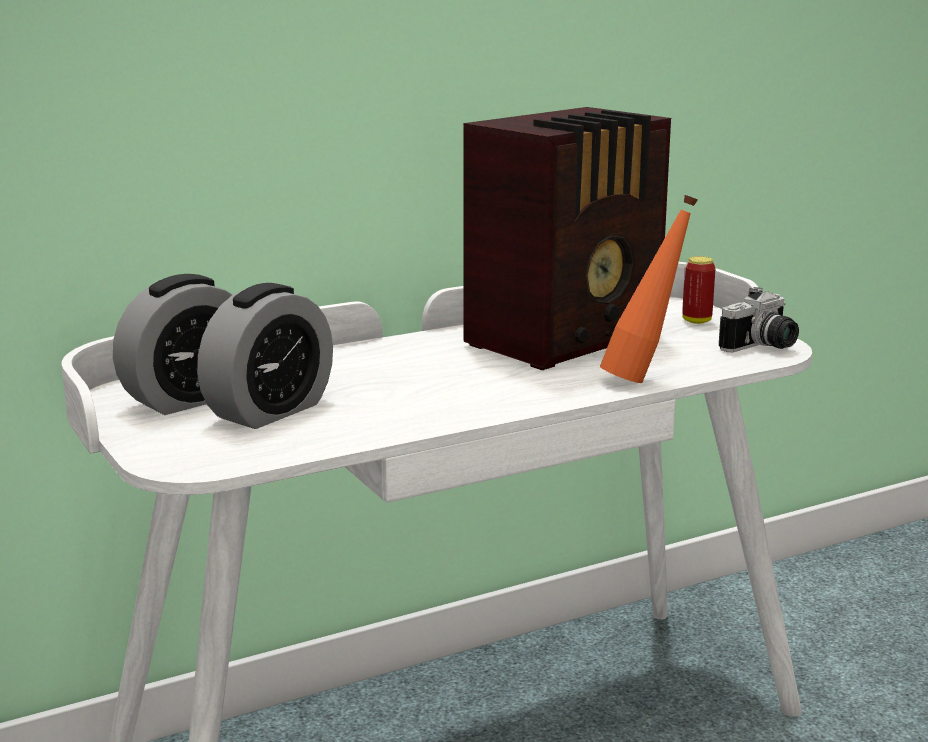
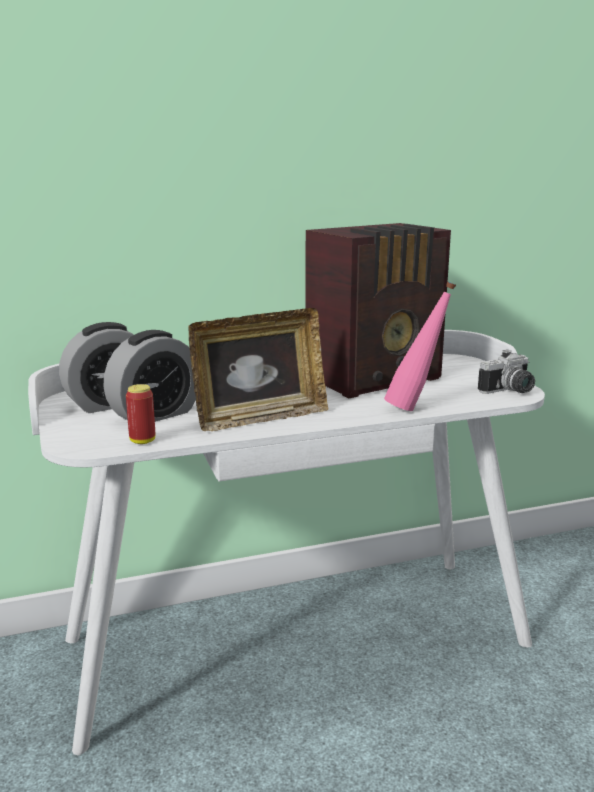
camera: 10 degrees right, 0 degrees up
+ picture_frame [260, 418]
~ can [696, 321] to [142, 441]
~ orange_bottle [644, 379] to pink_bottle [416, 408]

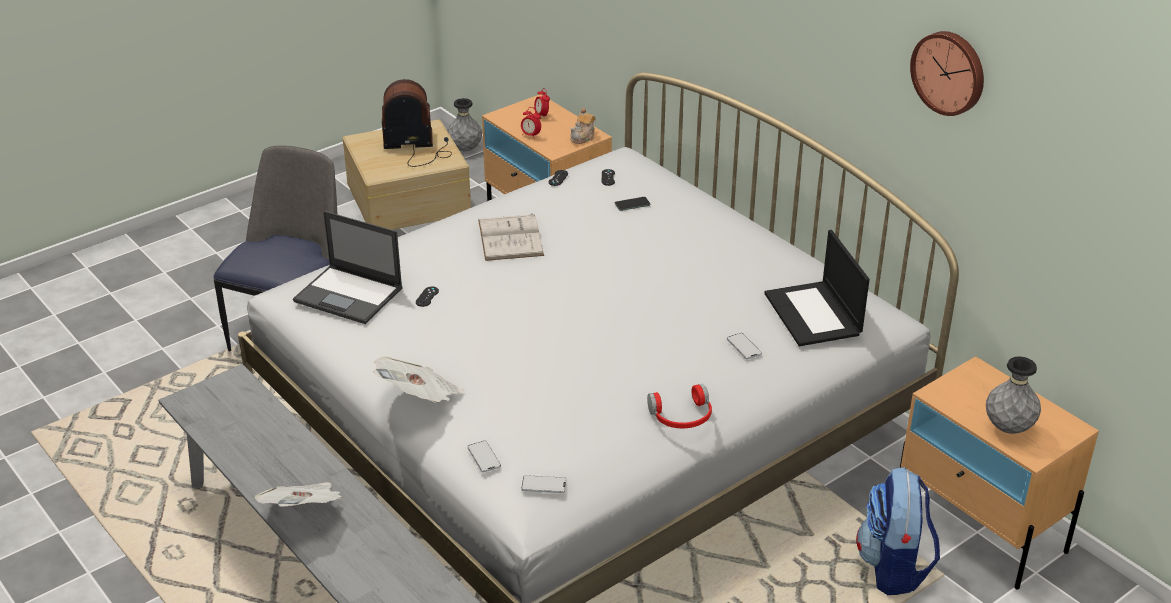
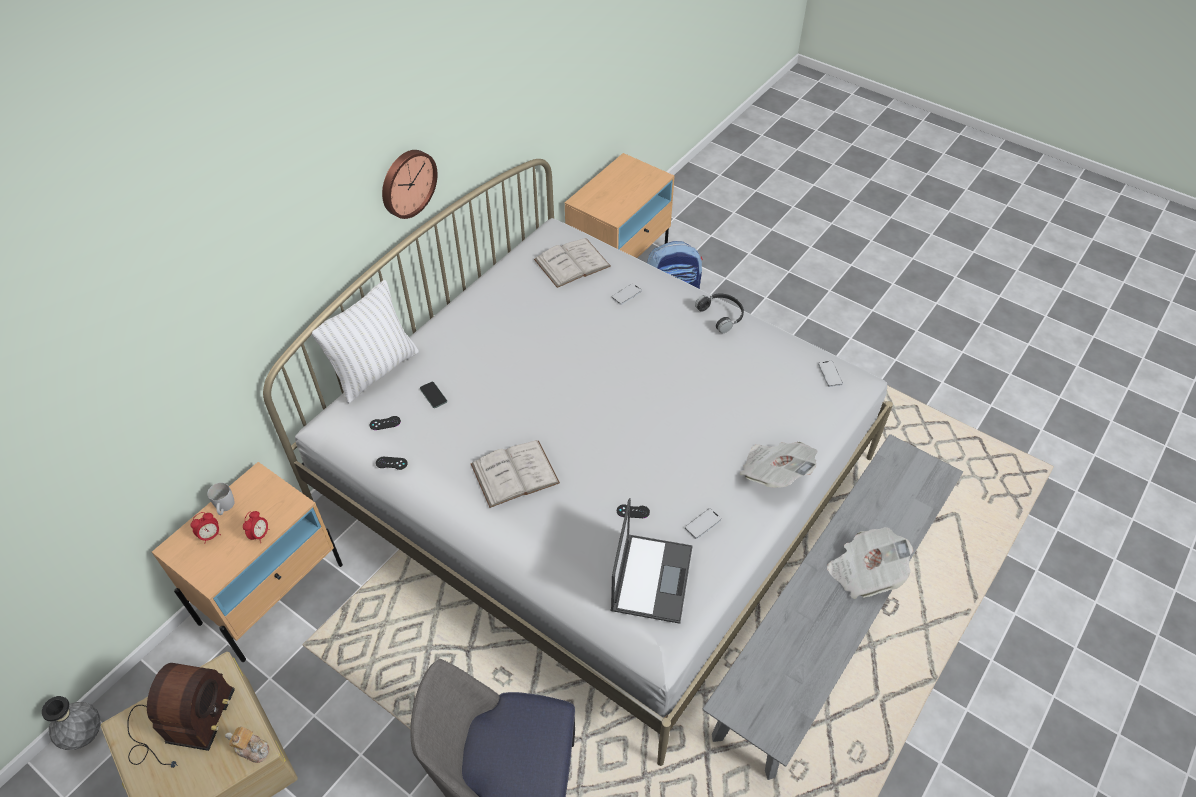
camera: 105 degrees left, 15 degrees up
- grey_vase [1008, 428]
+ white_mug [224, 507]
+ white_pillow [375, 371]
~ phone [484, 457] to [703, 524]
~ teapot [583, 137] to [252, 748]
~ wall_clock [949, 72] to [407, 183]
~ laptop [814, 314] to white_book [572, 263]
~ red_headphones [682, 417] to black_headphones [722, 315]
~ radio [417, 146] = [181, 725] 150 degrees counterclockwise

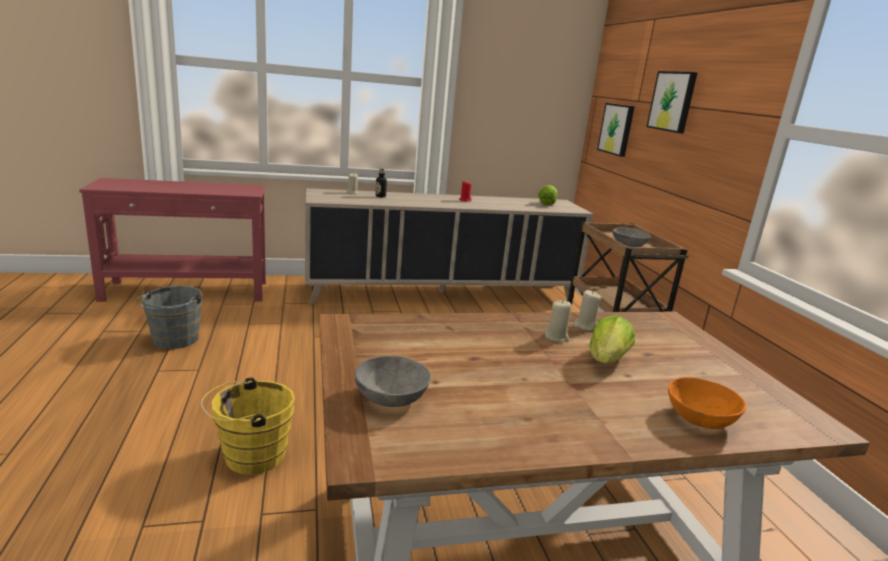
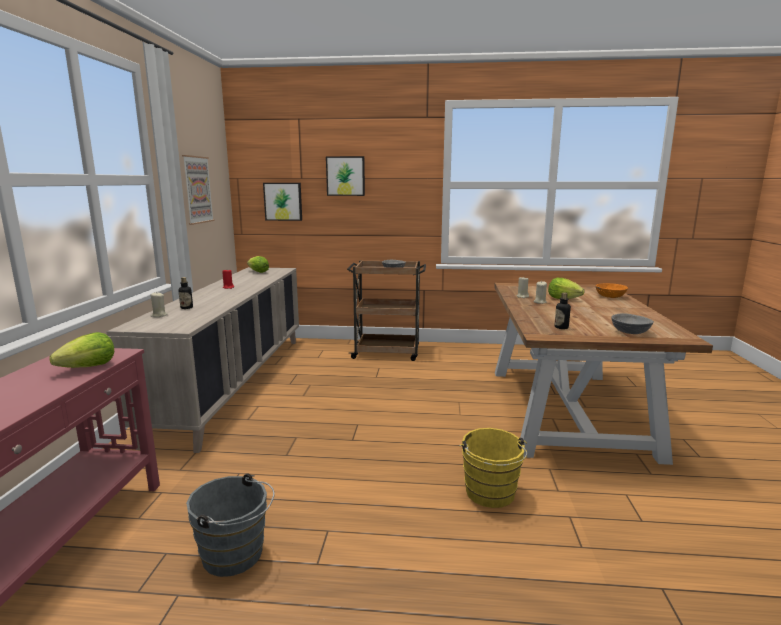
camera: 70 degrees left, 5 degrees down
+ lettuce [89, 367]
+ picture [197, 190]
+ bottle [561, 327]

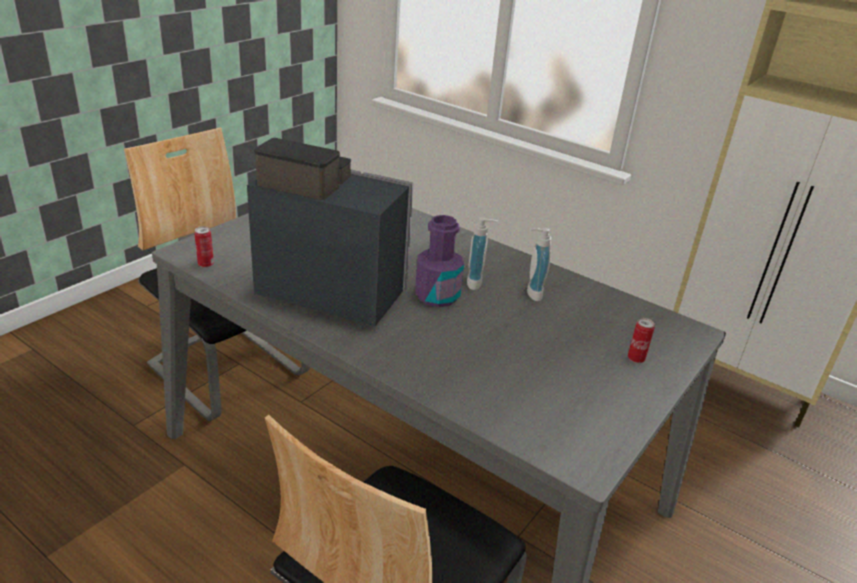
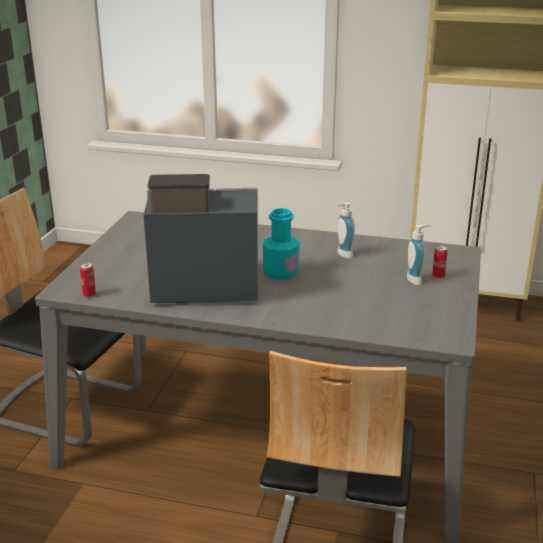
camera: 20 degrees left, 5 degrees down
~ soap_dispenser [477, 283] to [416, 279]
~ purple_bottle [437, 296] to turquoise_bottle [280, 272]

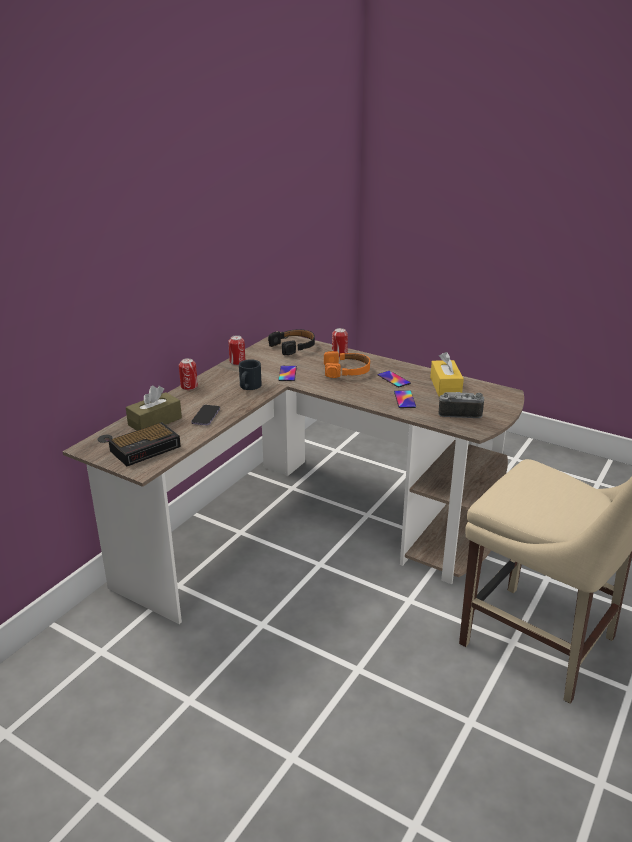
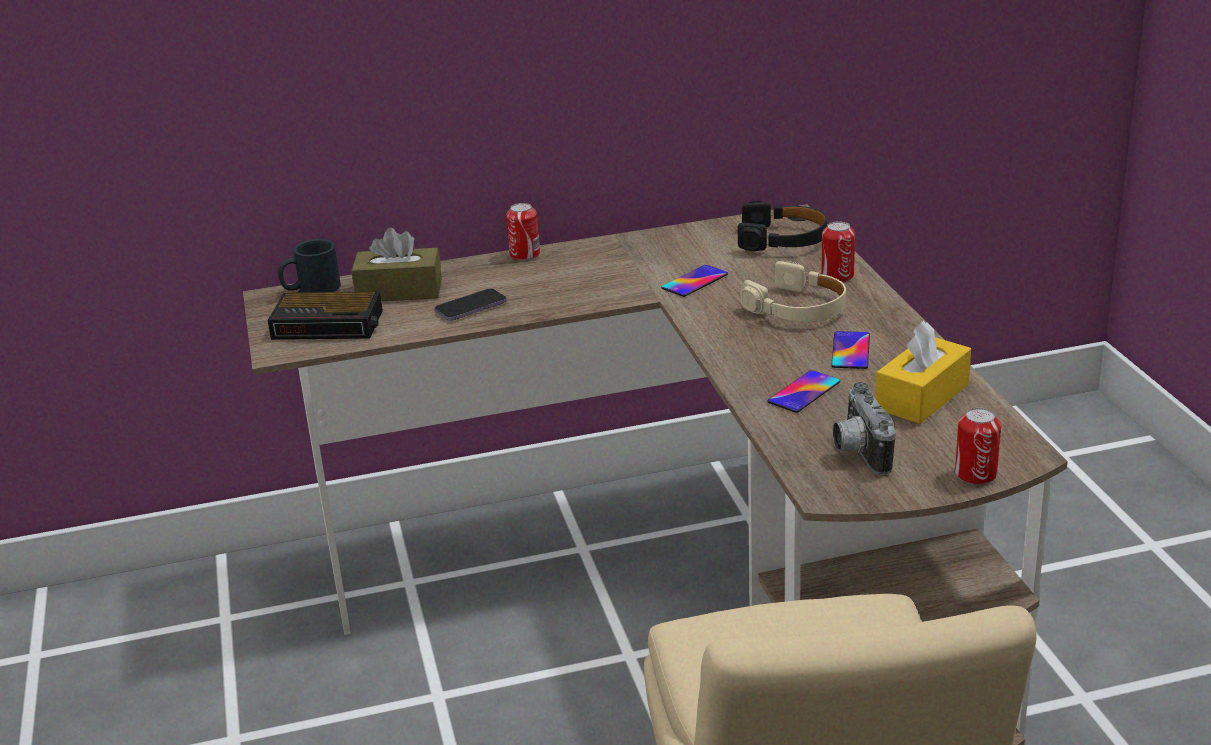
camera: 45 degrees right, 0 degrees up
~ can [237, 362] to [975, 474]
~ black_mug [248, 387] to [311, 290]
~ orange_headphones [347, 370] to beige_headphones [798, 308]
~ photo_camera [459, 413] = [857, 452] 150 degrees counterclockwise

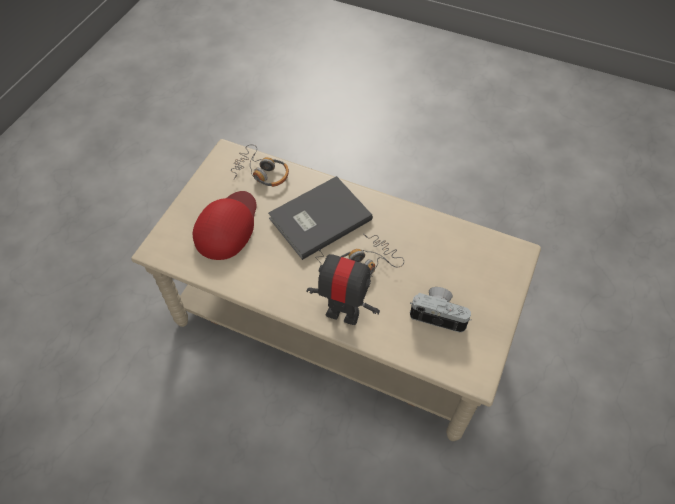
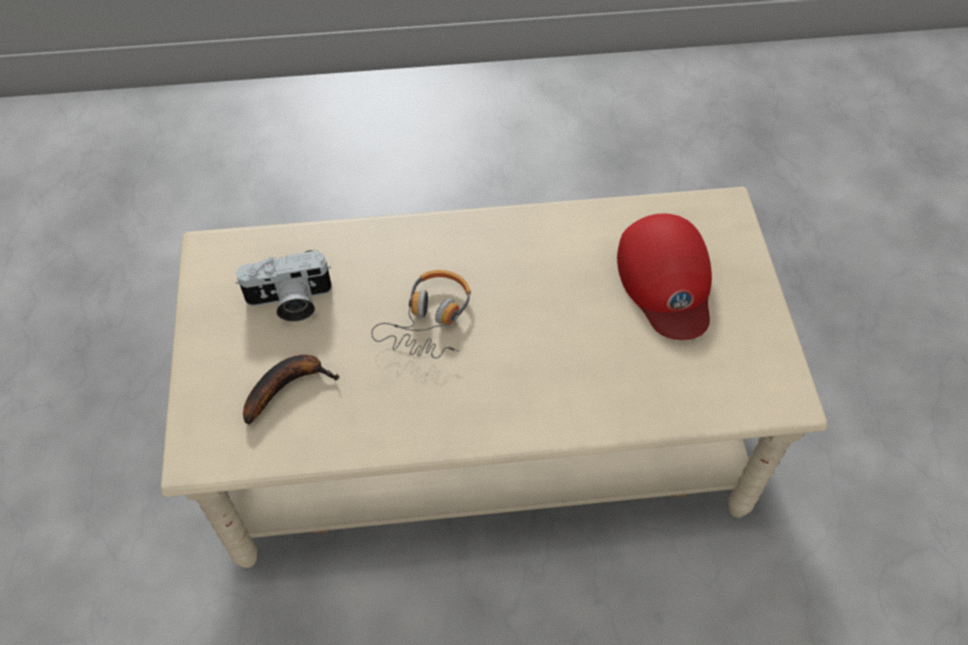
camera: 150 degrees right, 0 degrees up
- headphones [261, 172]
- grey_book [317, 218]
- toy_robot [343, 313]
+ banana [287, 386]

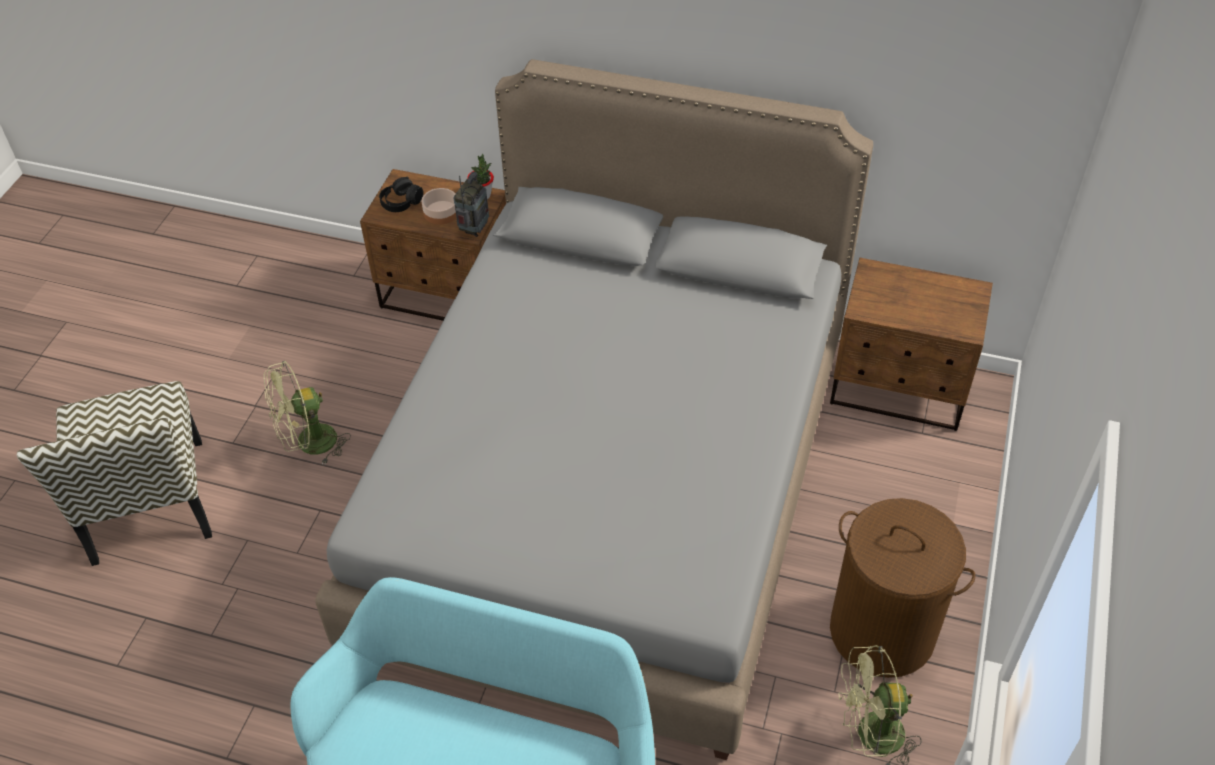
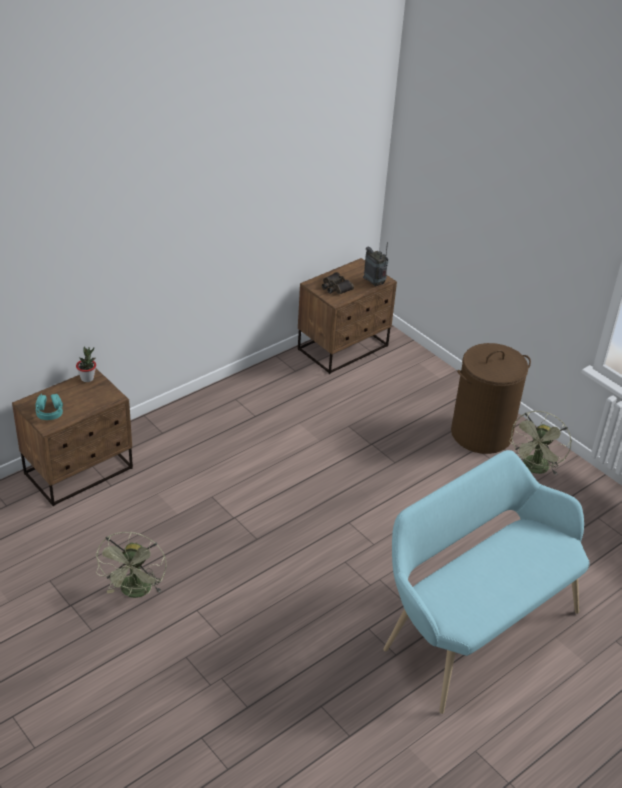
camera: 60 degrees left, 10 degrees down
- chair [149, 503]
- grey_bed [610, 487]
- bowl [441, 212]
+ binoculars [335, 287]
~ radio [474, 229] to [374, 283]
~ black_headphones [401, 202] to turquoise_headphones [49, 412]

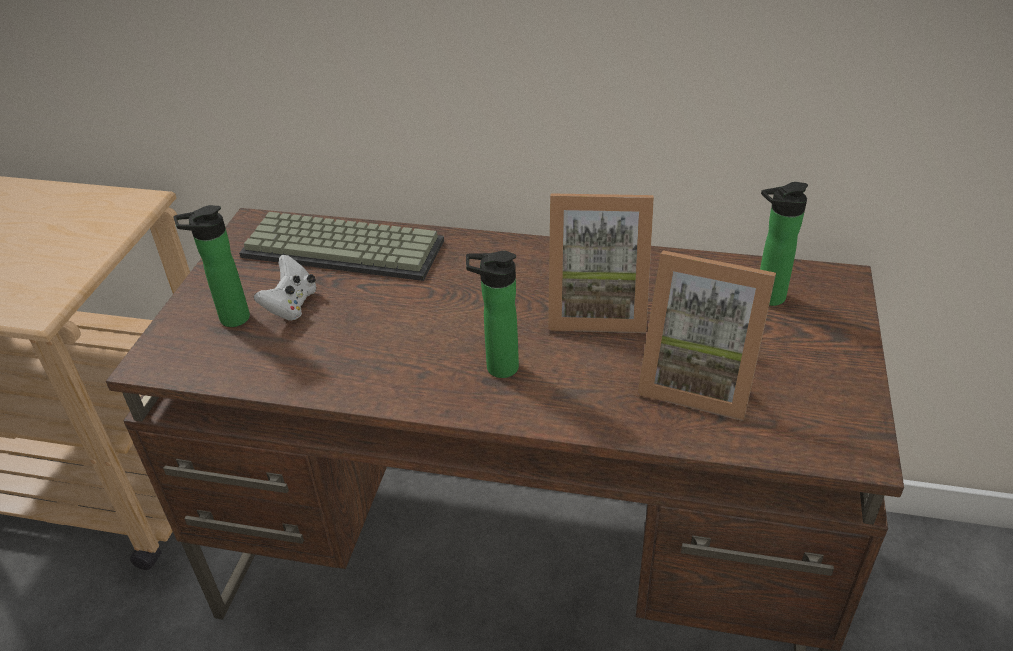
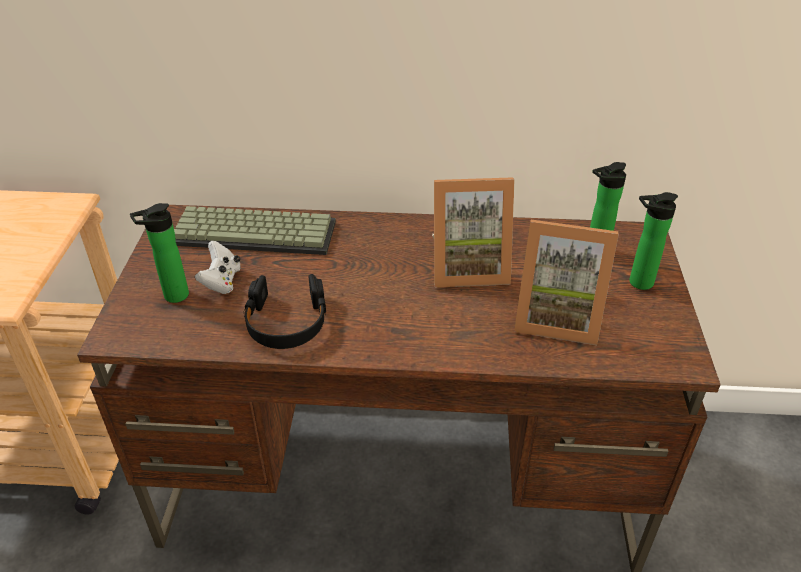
camera: 10 degrees left, 0 degrees up
+ black_headphones [286, 322]
~ bottle [497, 368] to [637, 283]

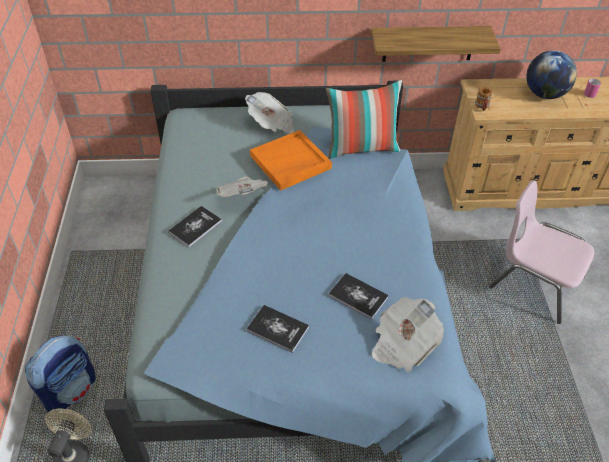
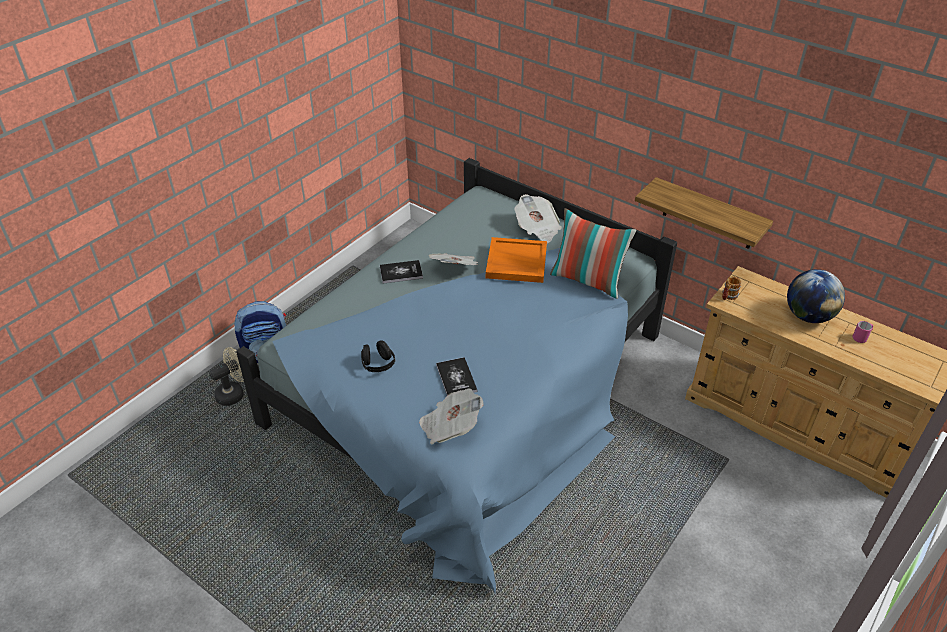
camera: 40 degrees right, 5 degrees down
- pink_chair [534, 282]
~ book [277, 329] to black_headphones [378, 365]

